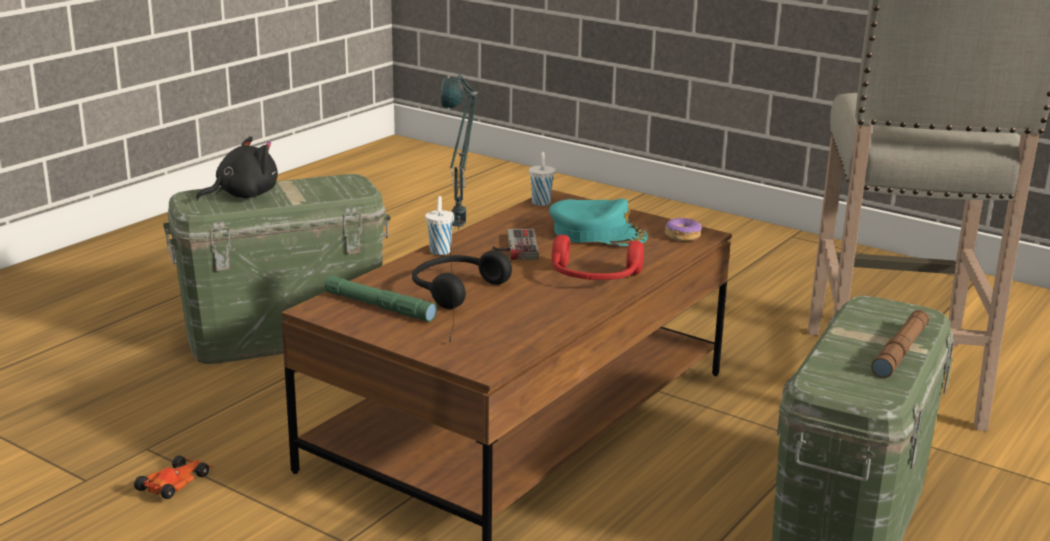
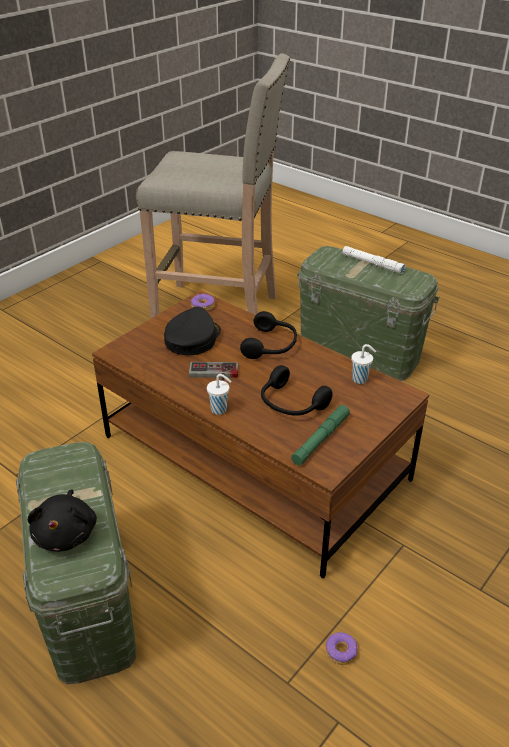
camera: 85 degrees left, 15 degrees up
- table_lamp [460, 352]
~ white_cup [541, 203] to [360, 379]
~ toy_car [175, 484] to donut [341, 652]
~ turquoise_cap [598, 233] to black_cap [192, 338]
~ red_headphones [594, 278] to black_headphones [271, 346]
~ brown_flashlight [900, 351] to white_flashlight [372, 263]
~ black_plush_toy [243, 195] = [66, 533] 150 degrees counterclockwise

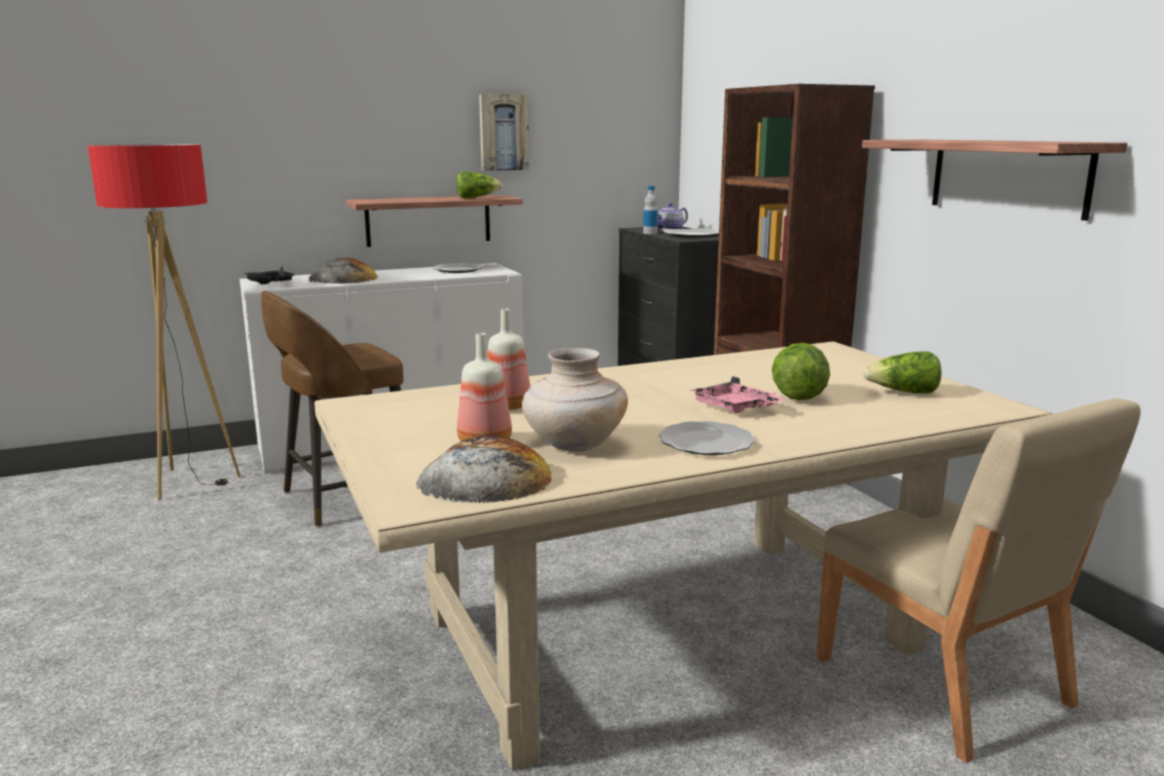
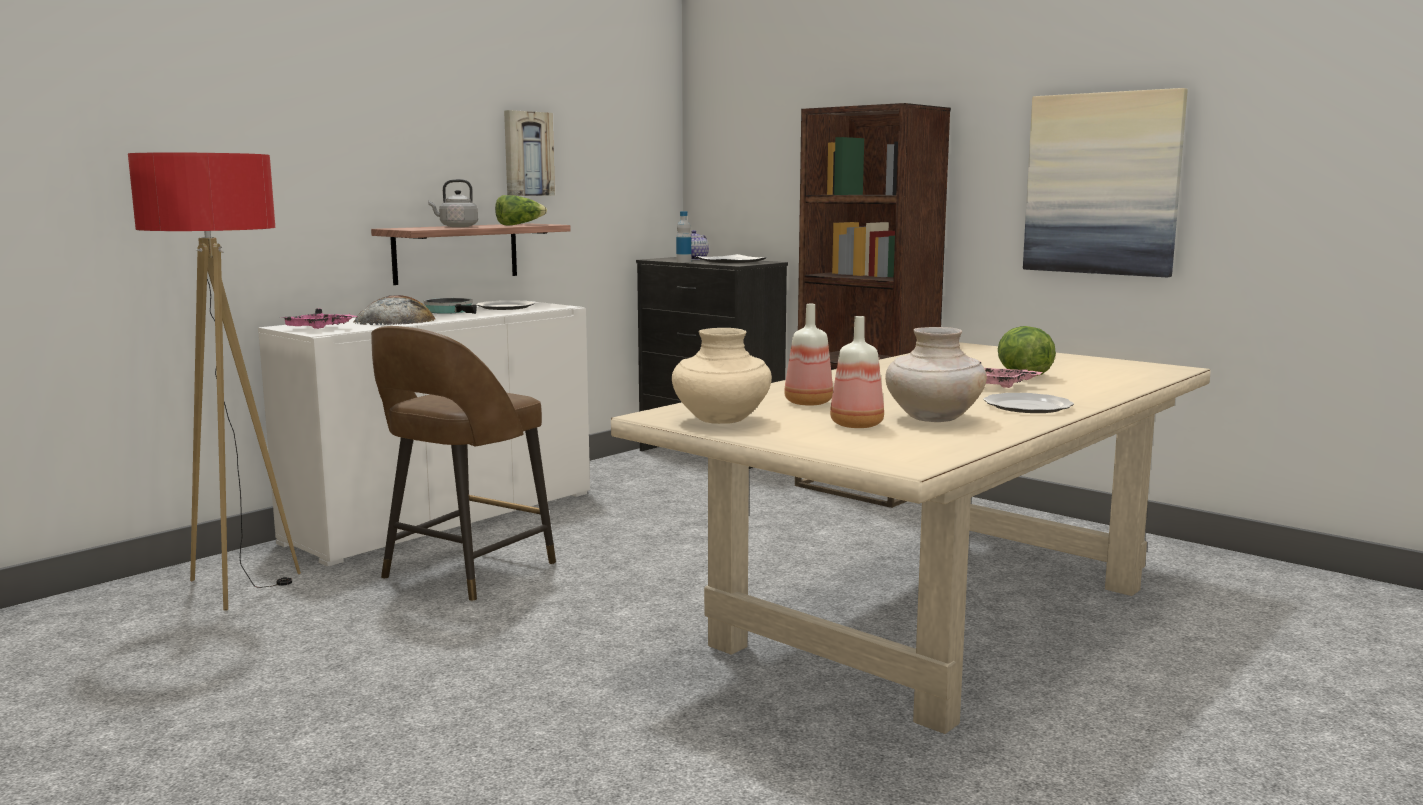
camera: 25 degrees left, 5 degrees down
- bread [485, 479]
- beige_chair [943, 683]
- lettuce [903, 393]
+ frying_pan [451, 311]
+ grey_kettle [456, 226]
+ beige_vase [721, 420]
~ shelf [1008, 176] to picture [1102, 184]
~ black_tray [271, 283] to pink_tray [319, 328]

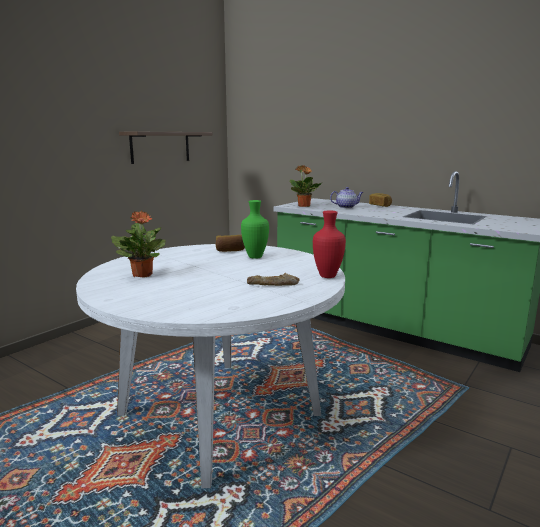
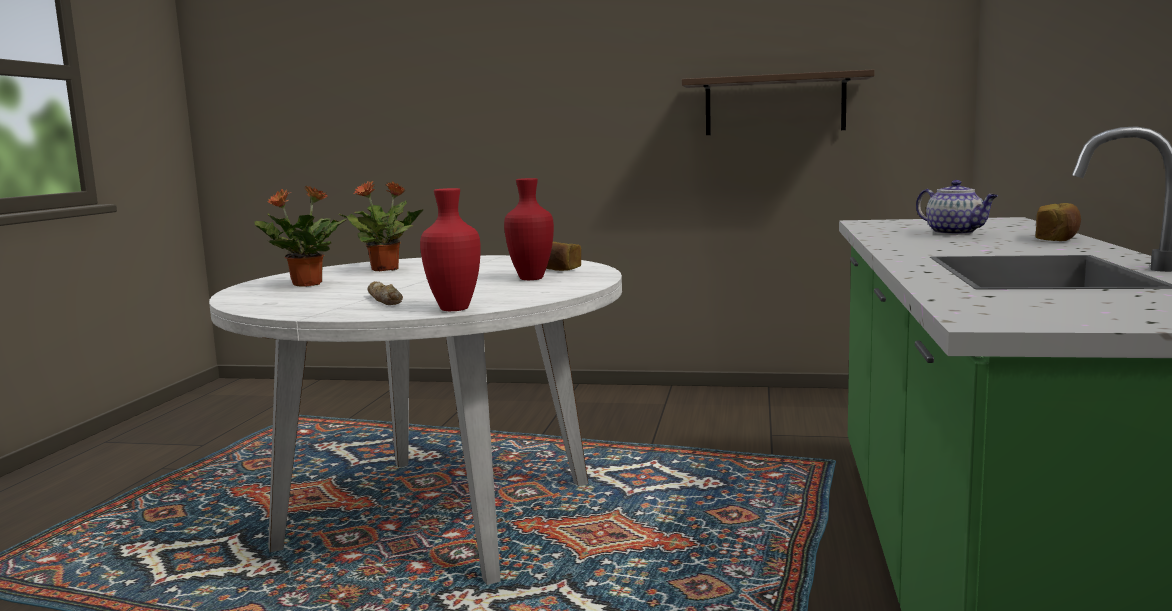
camera: 65 degrees right, 5 degrees down
~ potted_plant [304, 206] to [305, 284]
~ green_vase [254, 257] to red_vase [532, 278]

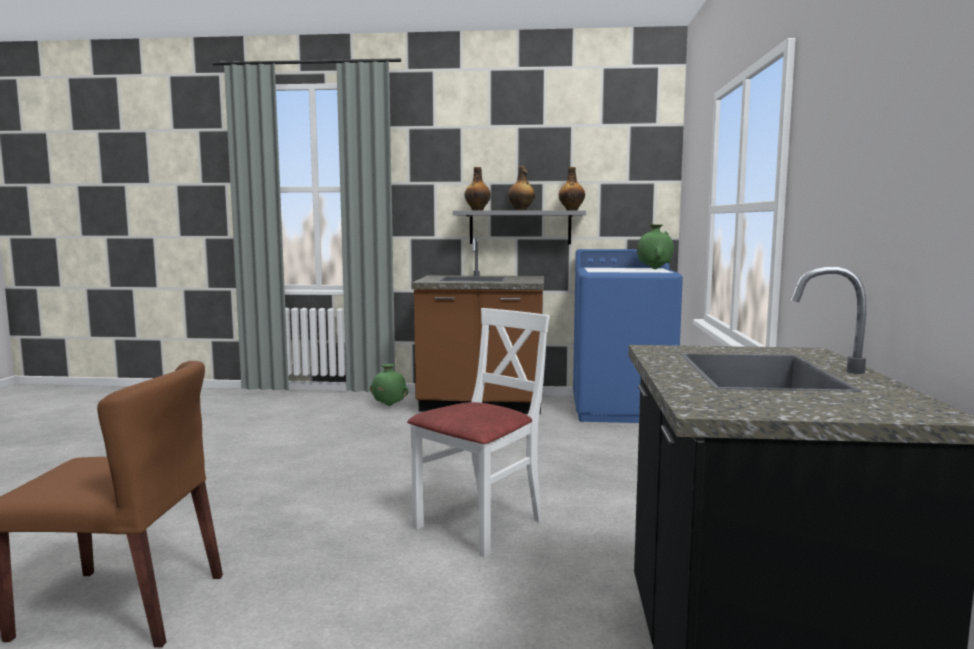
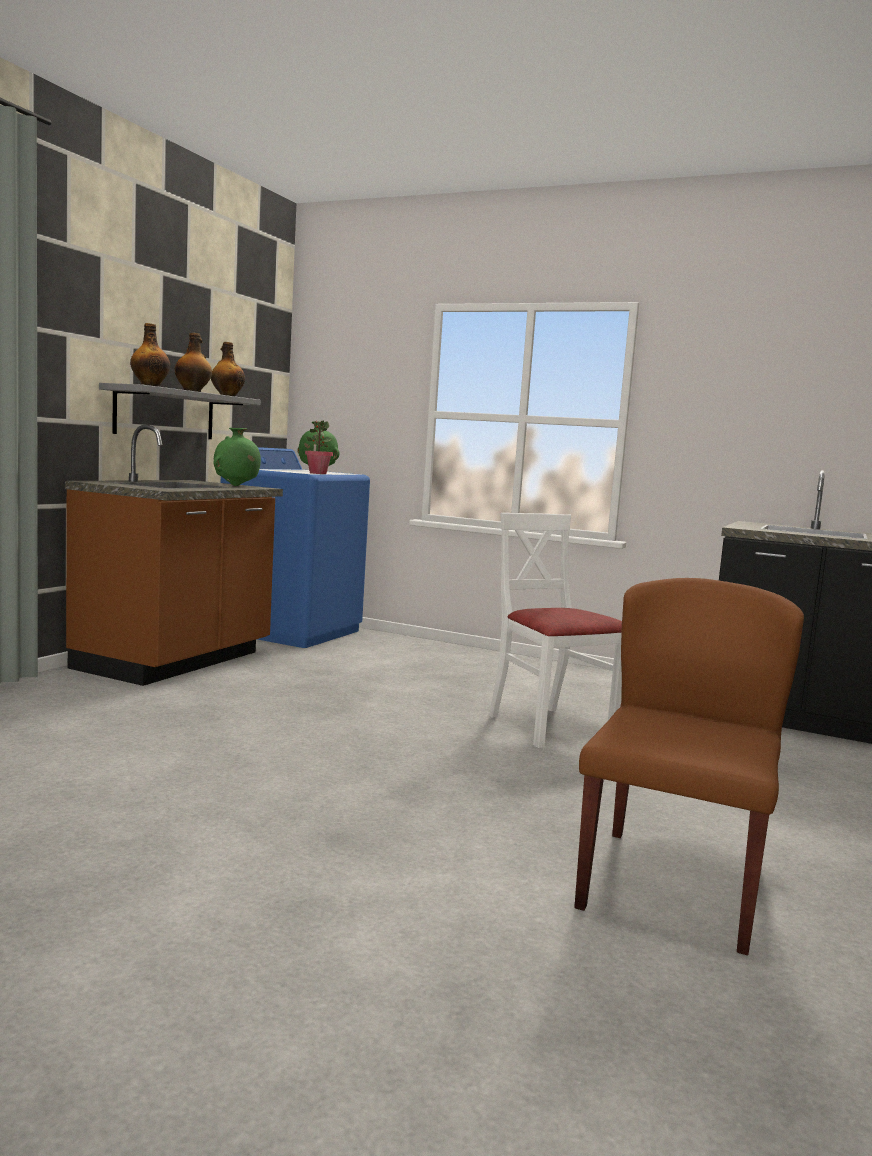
camera: 70 degrees left, 0 degrees up
+ potted_plant [317, 473]
~ green_vase [389, 405] to [236, 486]

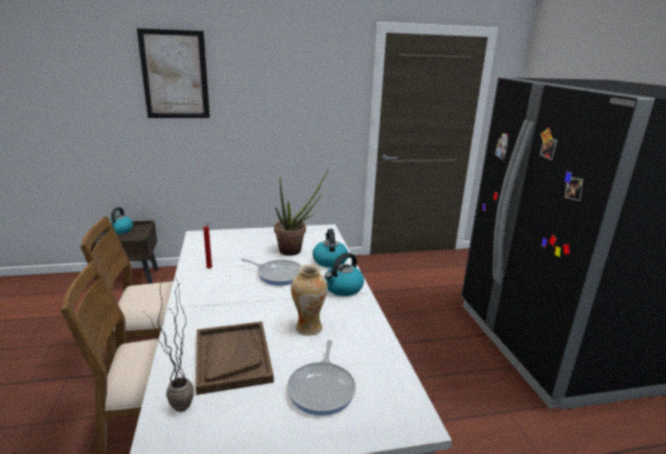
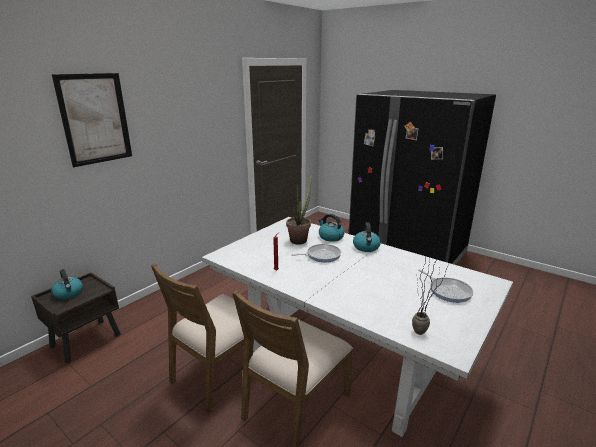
camera: 40 degrees left, 0 degrees up
- brown_tray [232, 357]
- vase [308, 328]

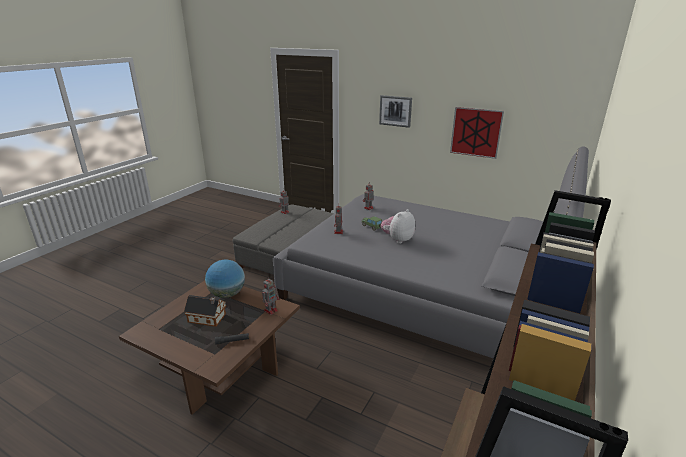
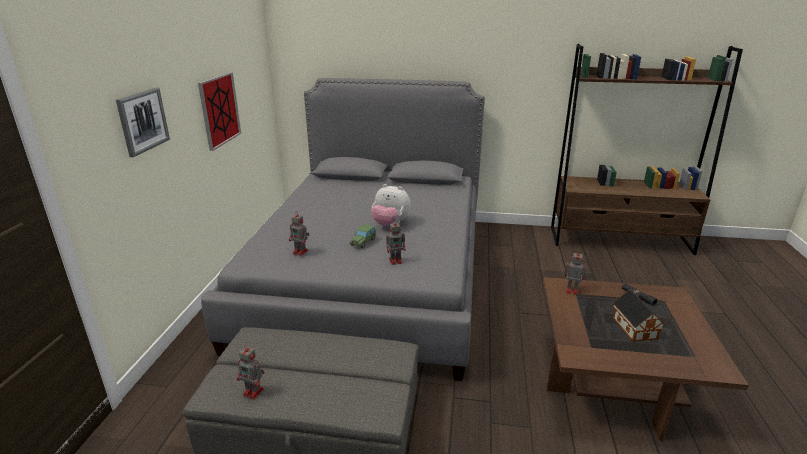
camera: 110 degrees left, 0 degrees up
- globe [227, 294]

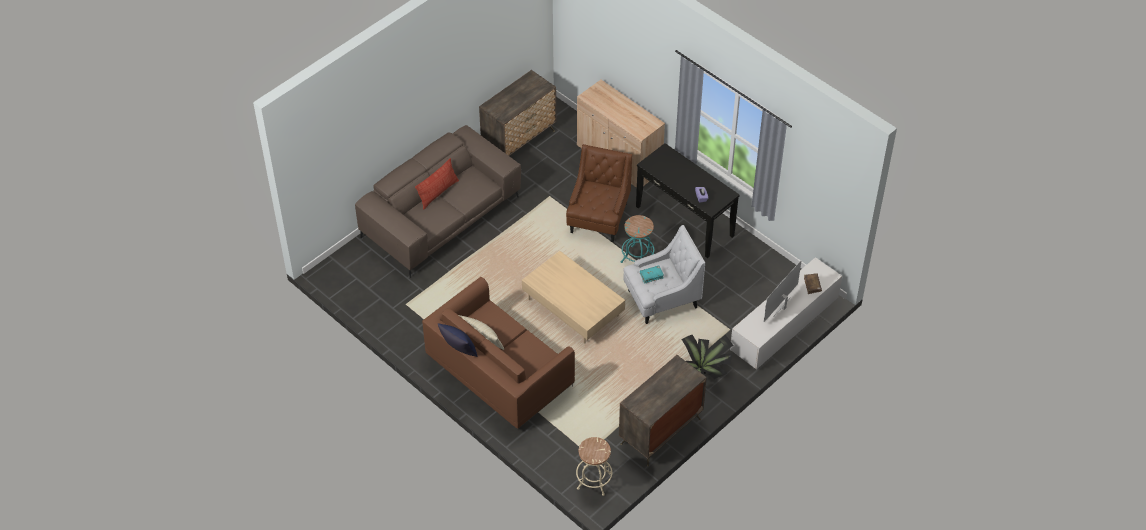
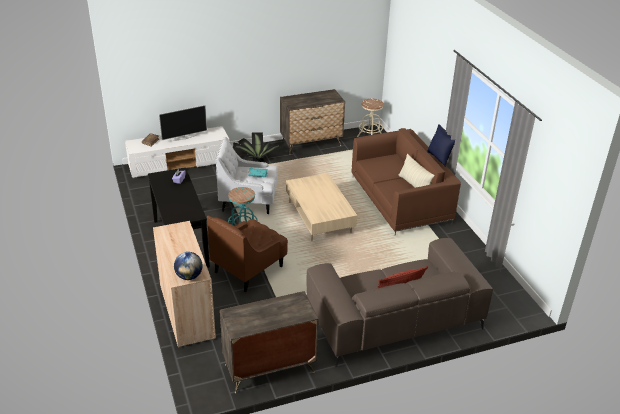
camera: 155 degrees left, 15 degrees down
+ globe [189, 276]

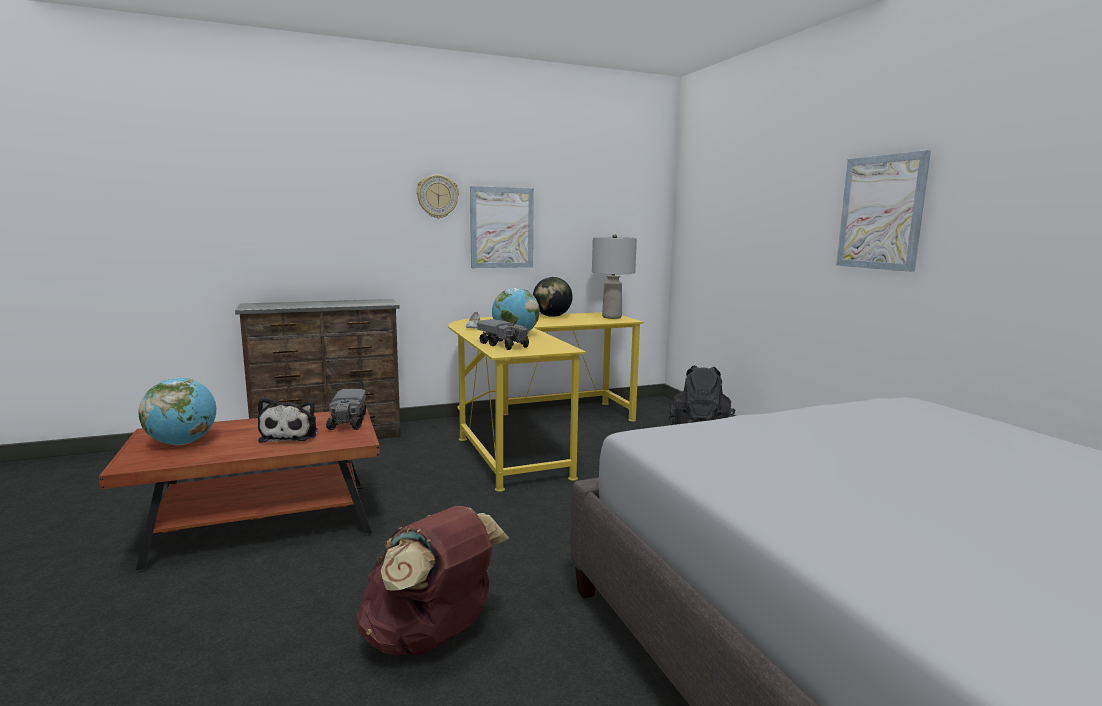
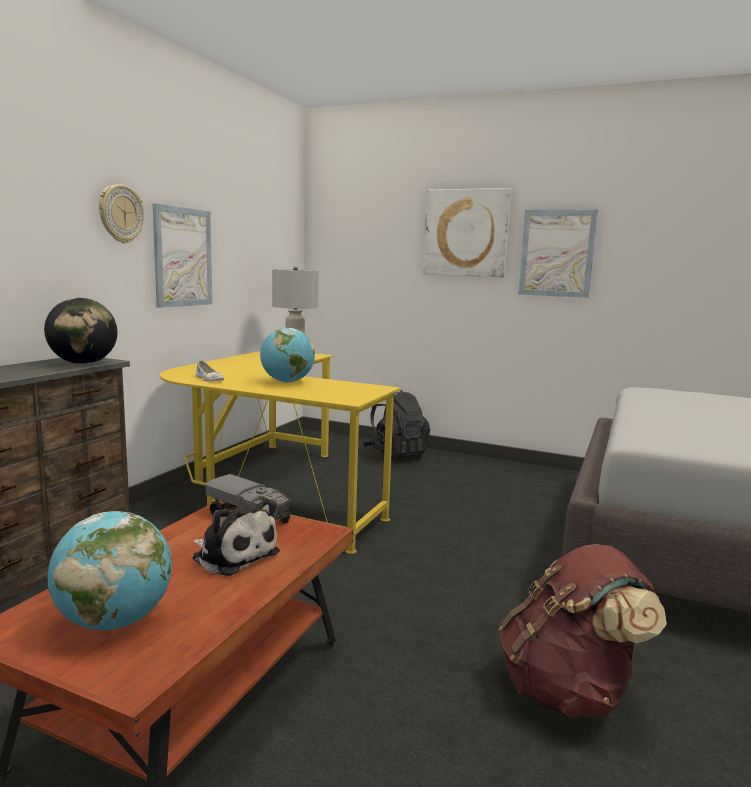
camera: 45 degrees left, 0 degrees up
- toy_truck [504, 345]
+ picture [466, 233]
~ globe [552, 316] to [83, 363]

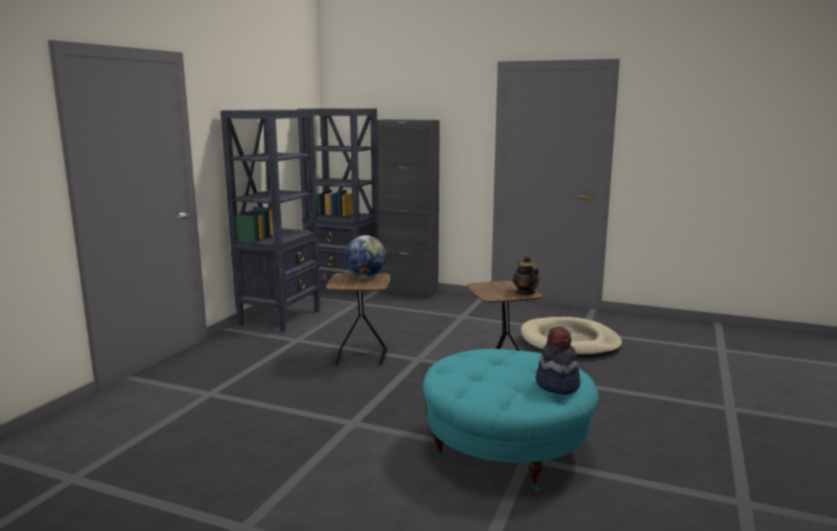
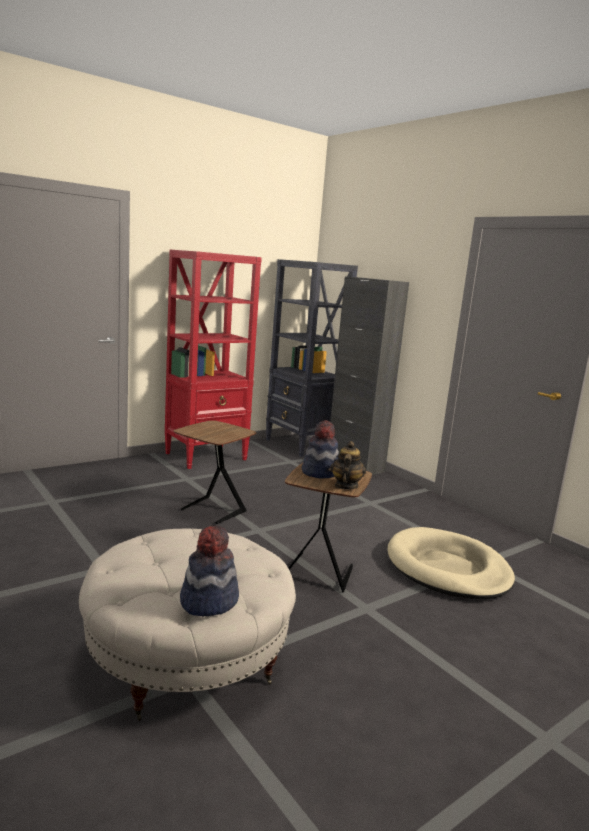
camera: 30 degrees right, 0 degrees up
- globe [366, 277]
+ hat [321, 472]
~ black_bookcase [281, 318] to red_bookcase [207, 456]
~ turquoise_ottoman [506, 448] to beige_ottoman [187, 657]

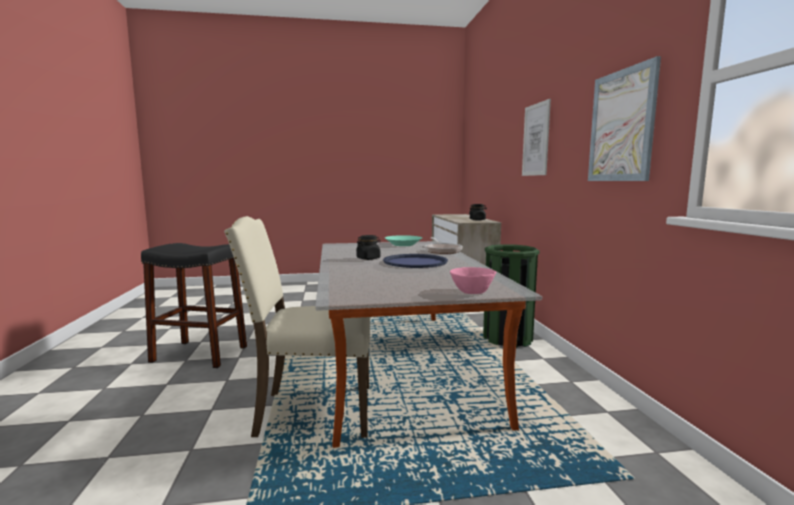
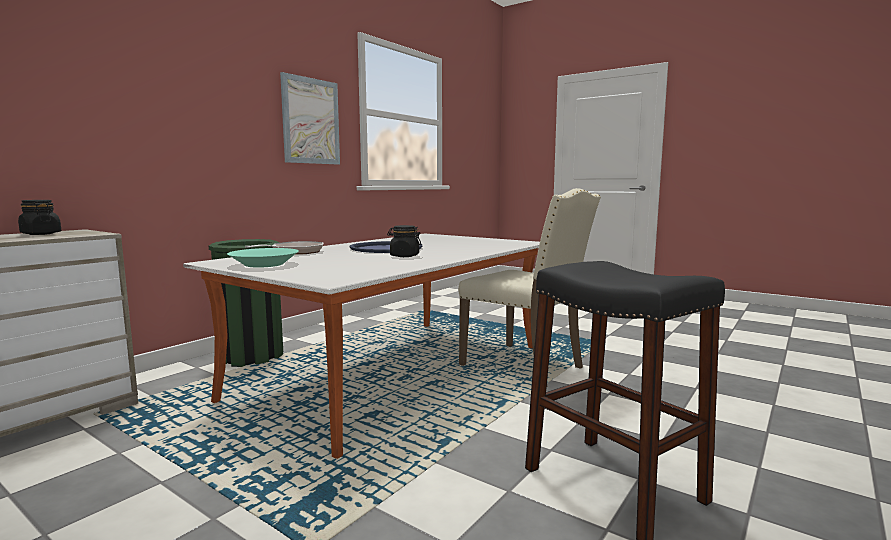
camera: 135 degrees left, 0 degrees up
- pink_bowl [471, 291]
- picture [536, 140]

